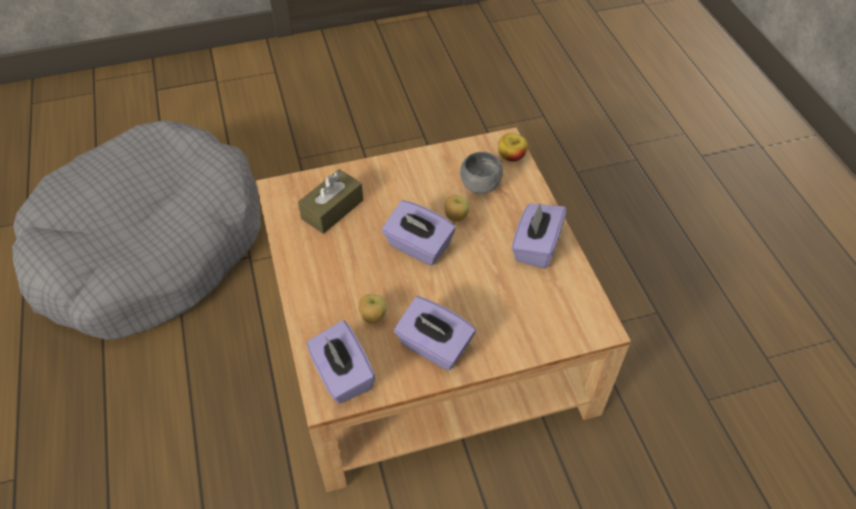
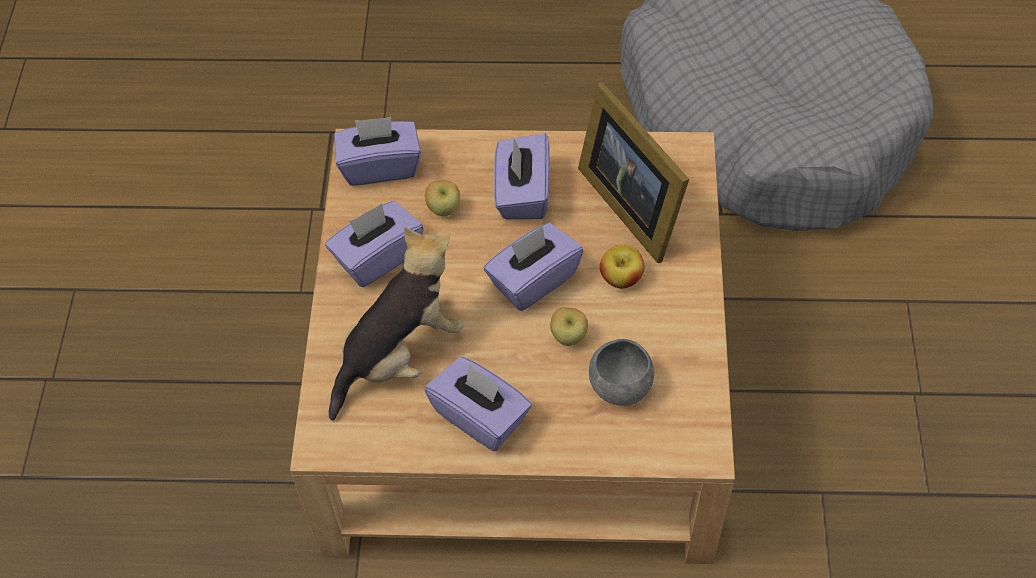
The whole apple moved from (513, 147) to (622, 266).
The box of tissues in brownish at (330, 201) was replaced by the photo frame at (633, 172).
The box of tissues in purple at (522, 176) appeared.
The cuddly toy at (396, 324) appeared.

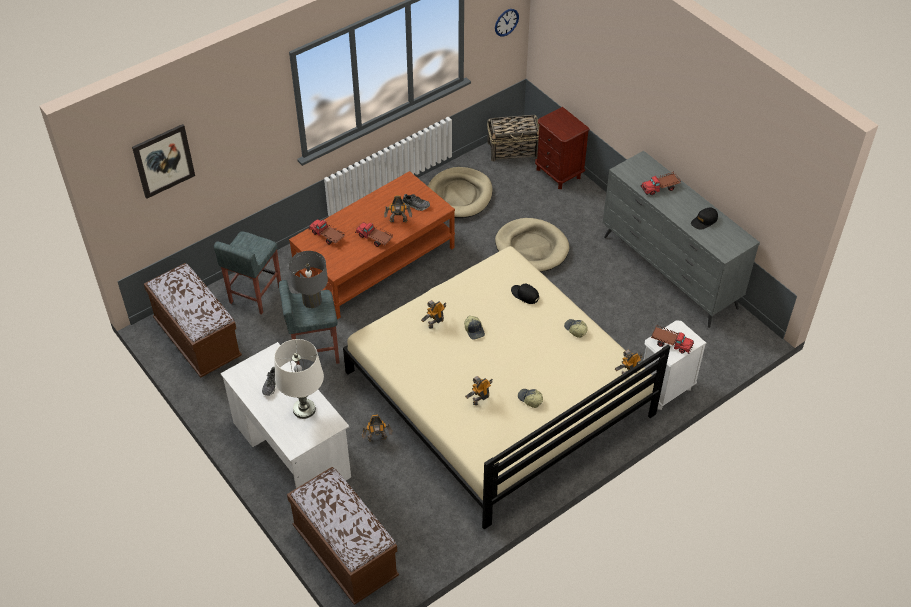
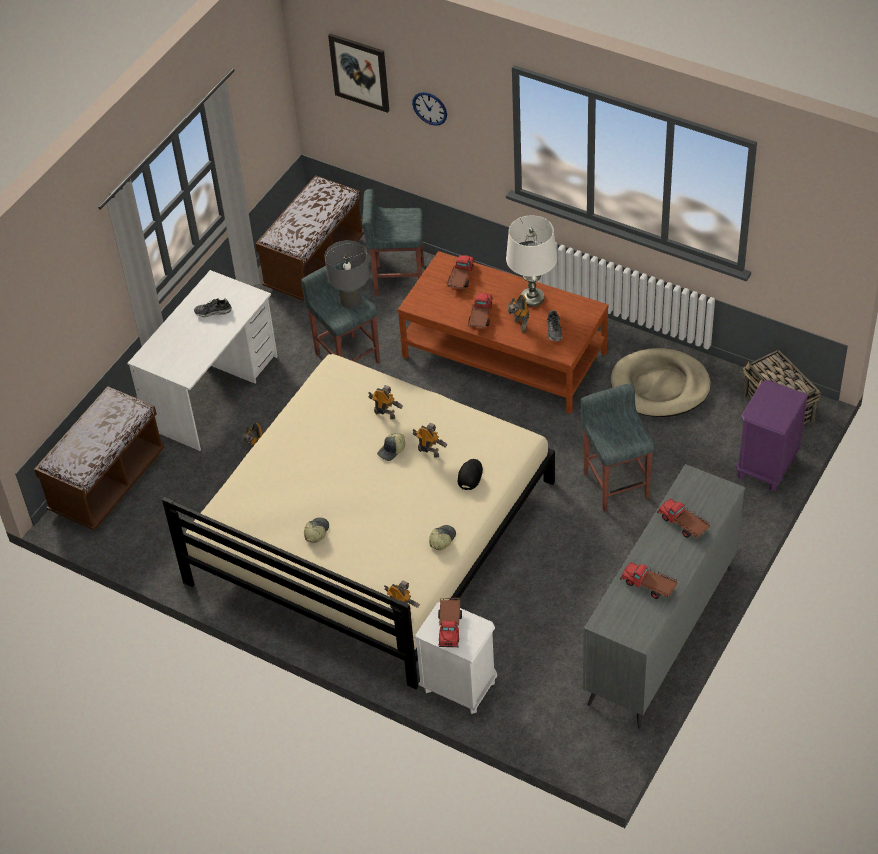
The hanging clock moved from (507, 23) to (429, 109).
The bedside table in brownish at (562, 148) became the bedside table in purple at (772, 436).
The cap in black-coloured at (704, 218) was replaced by the toy truck at (649, 580).
The dog bed in beige at (532, 245) was replaced by the sitting stool in gray at (617, 447).
The table lamp in white moved from (299, 379) to (531, 261).
The model robot moved from (479, 390) to (430, 440).

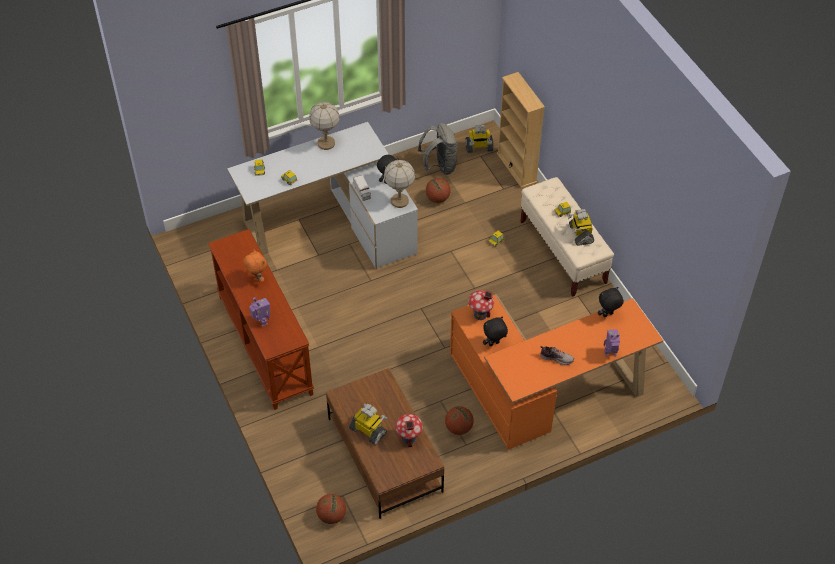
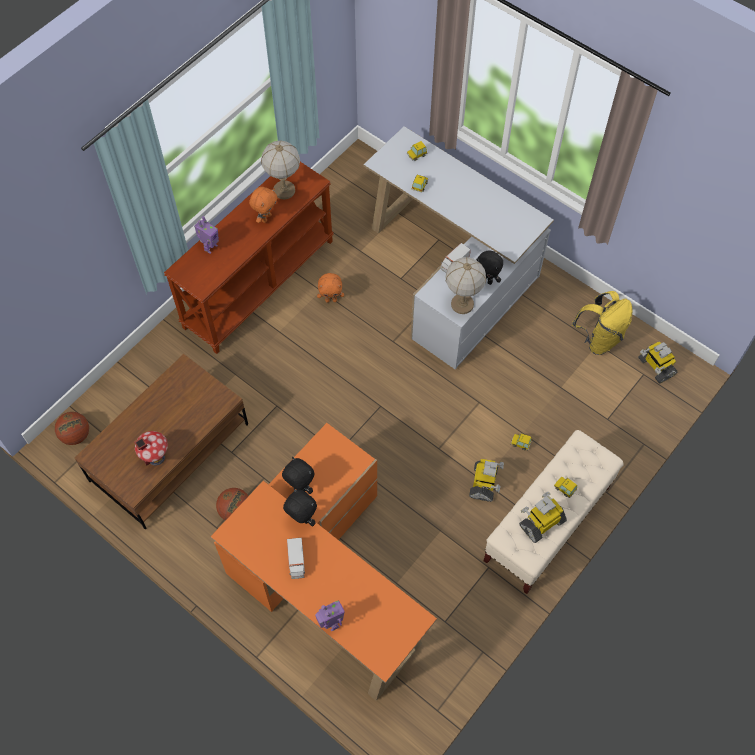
The bookcase in beige at (521, 130) disappeared.
The table lamp moved from (324, 126) to (280, 169).
The knapsack in gray at (438, 149) became the knapsack in yellow at (602, 323).
The basketball at (438, 190) disappeared.
The cuddly toy in black-coloured moved from (610, 302) to (300, 507).
The toy house at (481, 305) disappeared.
The item of footwear at (557, 355) was replaced by the toy truck at (296, 558).
The model robot moved from (368, 424) to (486, 480).
The cuddly toy in orange-coloured at (330, 288) appeared.

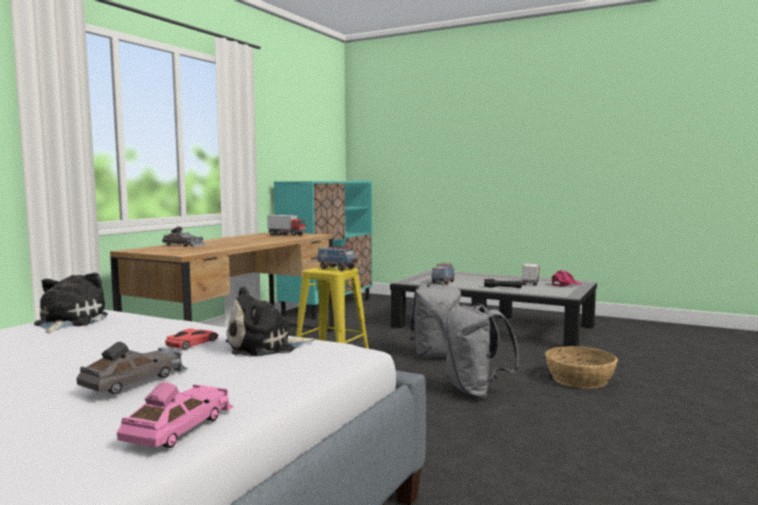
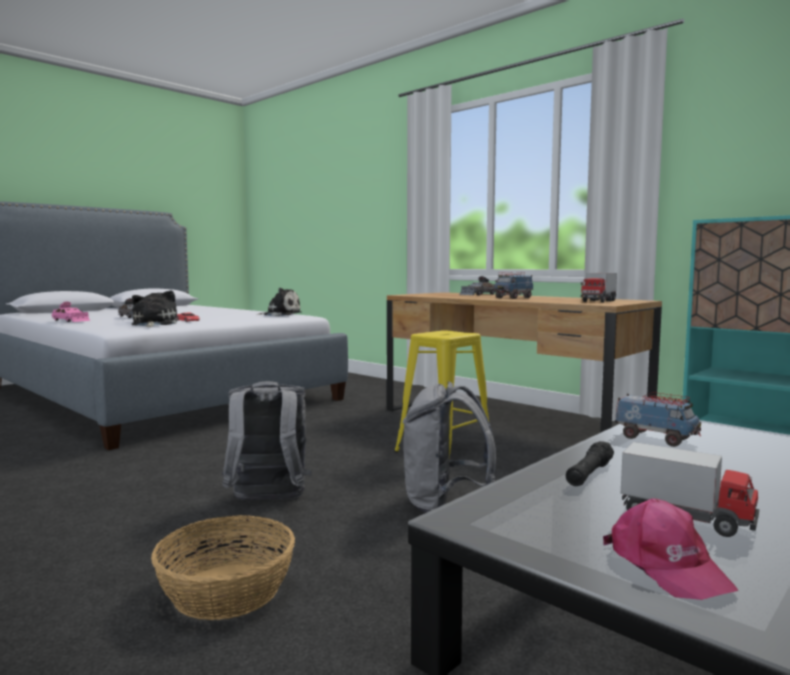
The toy truck moved from (337, 258) to (513, 285).

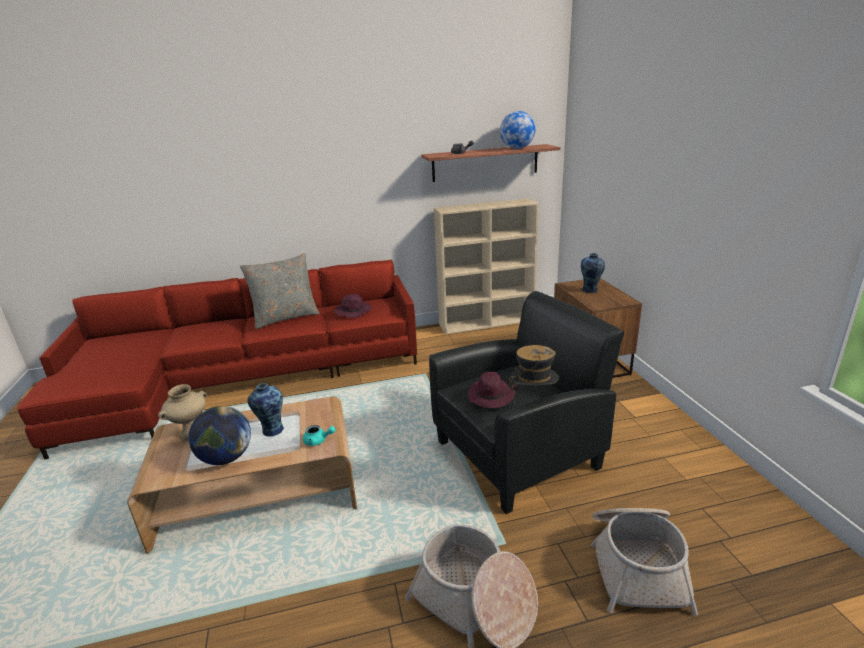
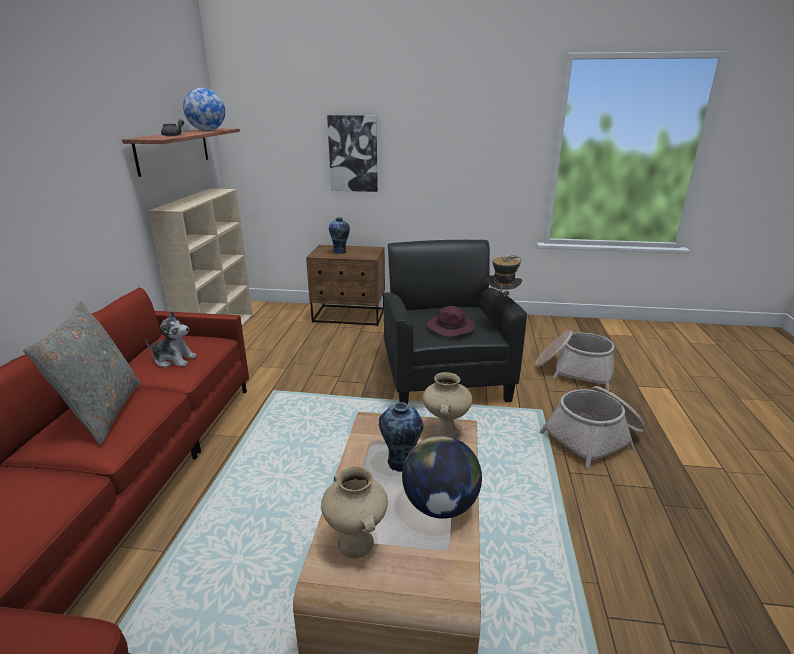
The wearable hat in purple at (353, 306) was replaced by the cuddly toy at (171, 339).
The tea pot in turquoise at (319, 435) was replaced by the flower vase in beige at (447, 405).
The wall art at (352, 153) appeared.

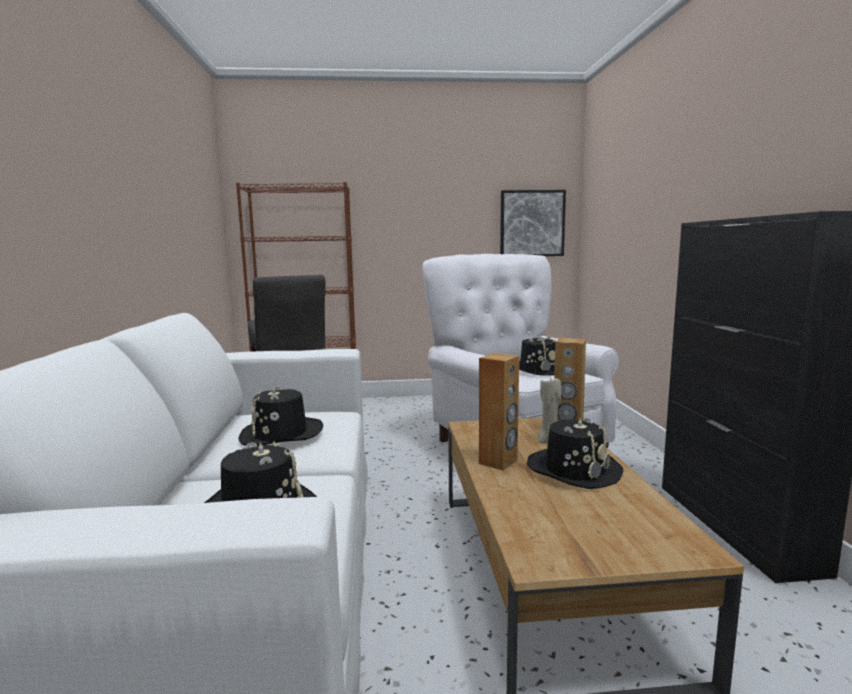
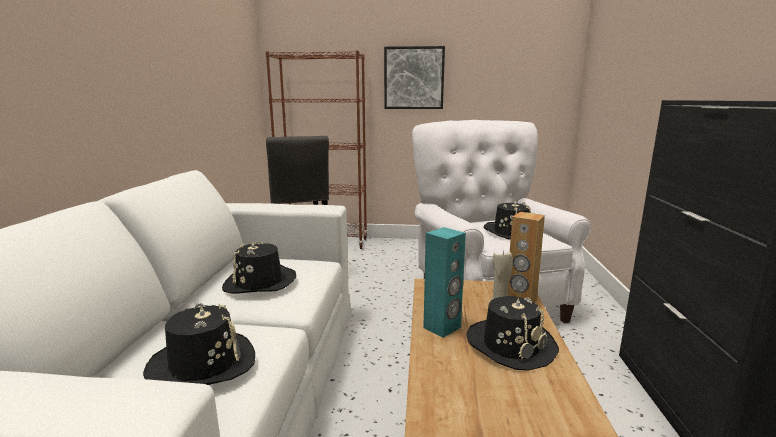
The wall art moved from (533, 223) to (414, 77).
The speaker in brownish at (499, 411) became the speaker in turquoise at (444, 282).

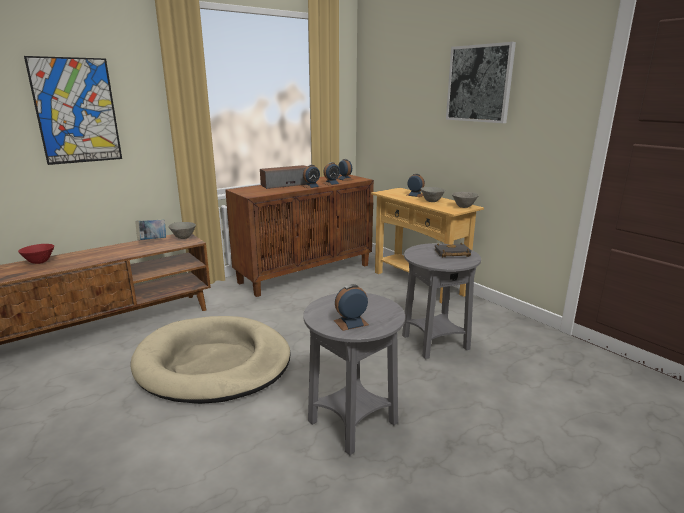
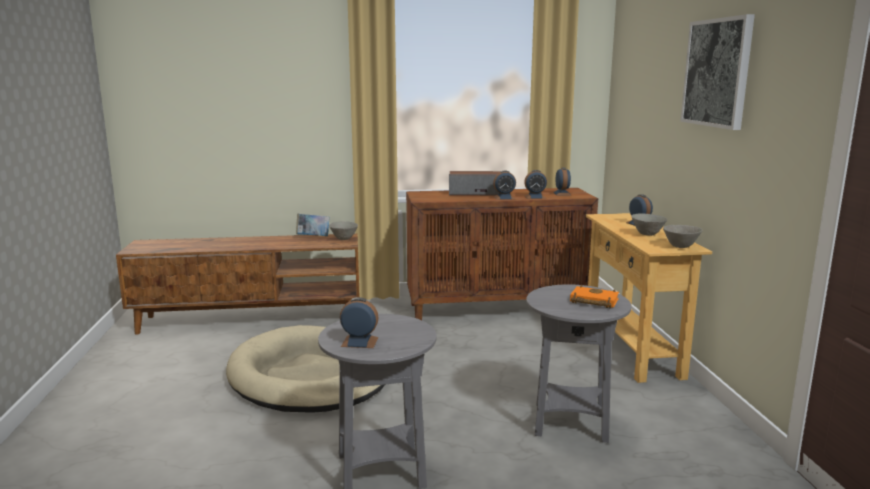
The wall art at (73, 110) disappeared.
The volume in black-coloured at (453, 250) became the volume in orange-coloured at (594, 296).
The deep dish in reddish at (36, 254) disappeared.

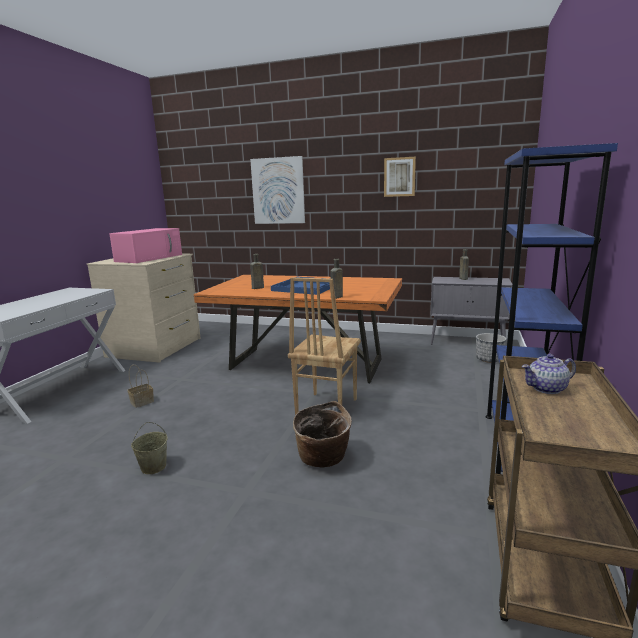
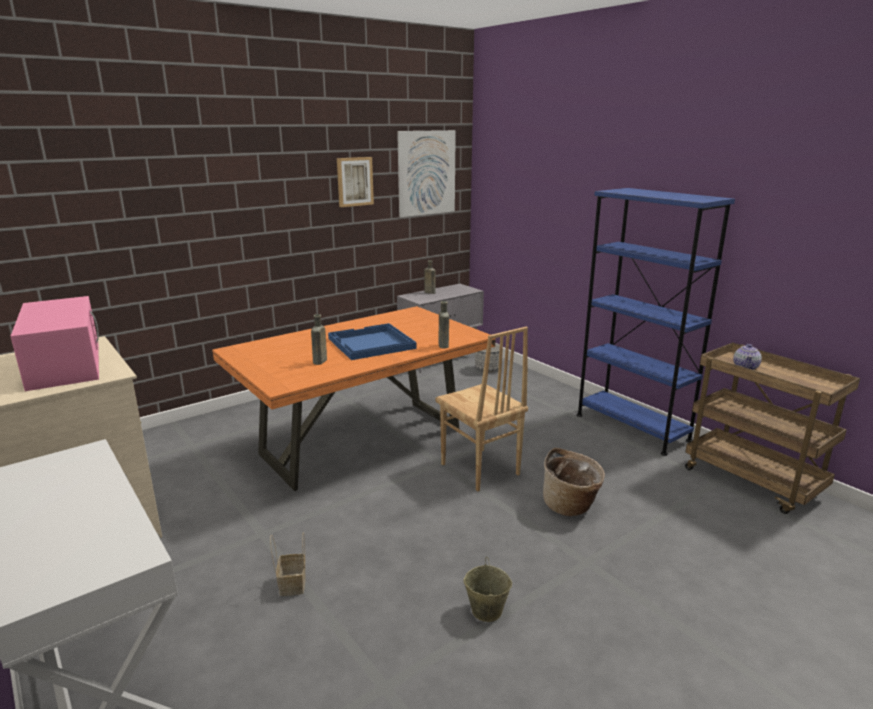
The wall art moved from (277, 190) to (426, 173).

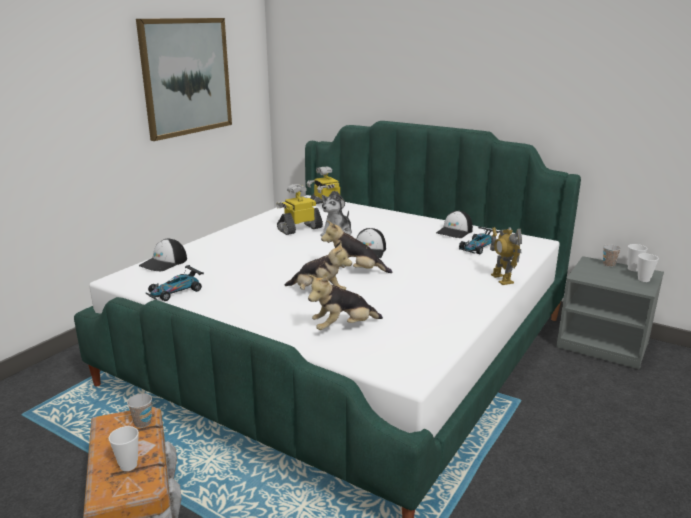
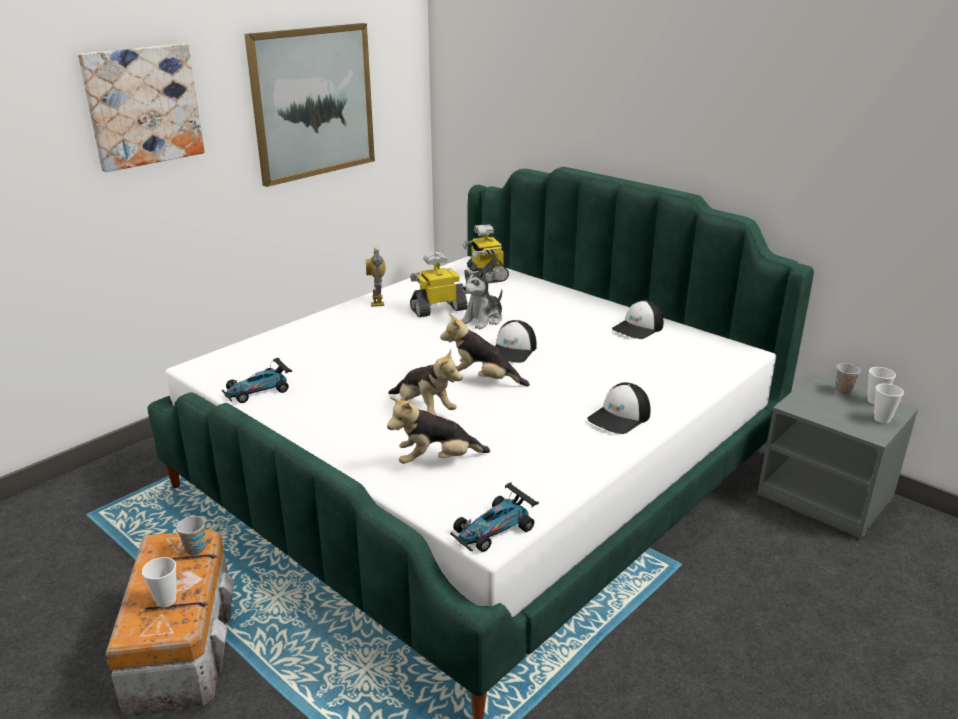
The miniature car moved from (479, 240) to (494, 517).
The model robot moved from (506, 256) to (376, 277).
The cap moved from (163, 255) to (618, 408).
The wall art at (141, 108) appeared.

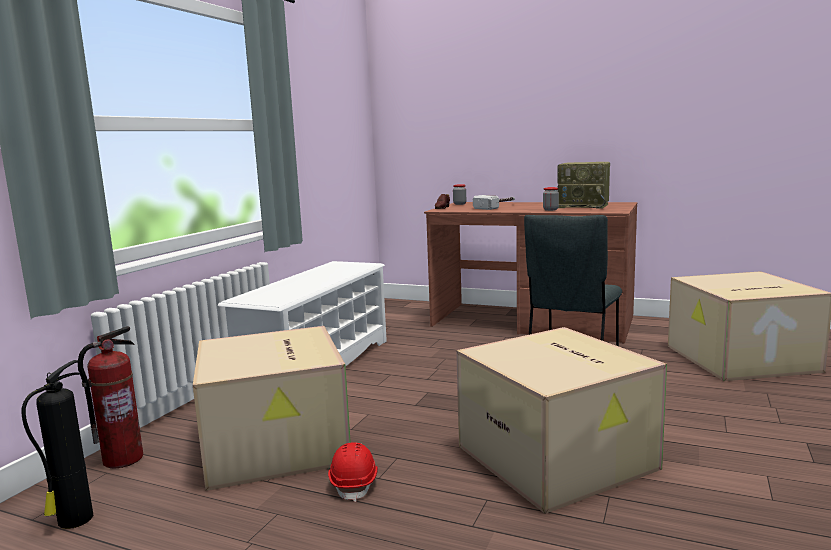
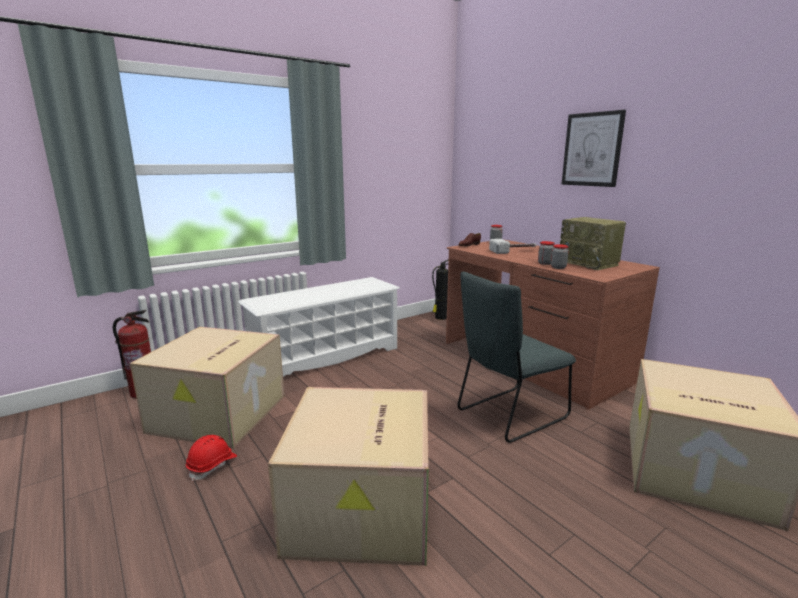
The fire-fighting cylinder moved from (57, 444) to (440, 289).
The wall art at (594, 148) appeared.
The preserve jar at (560, 256) appeared.

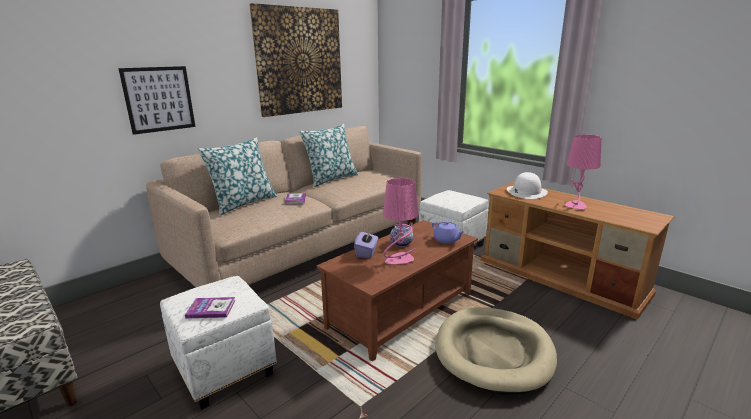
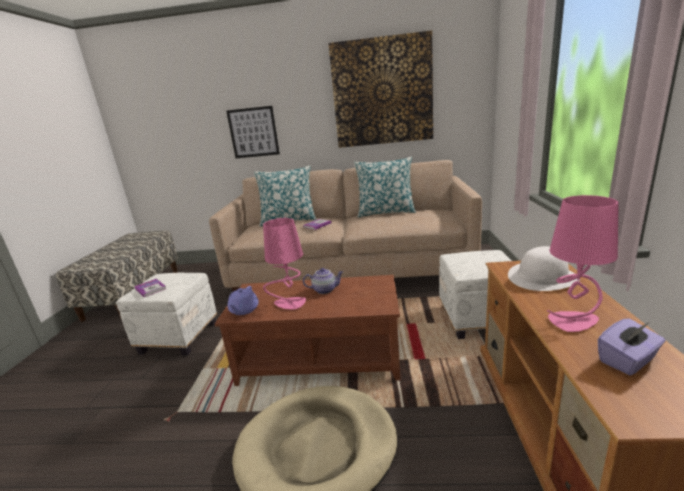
The tea pot in purple moved from (448, 232) to (243, 300).
The box of tissues in purple moved from (366, 244) to (632, 346).

